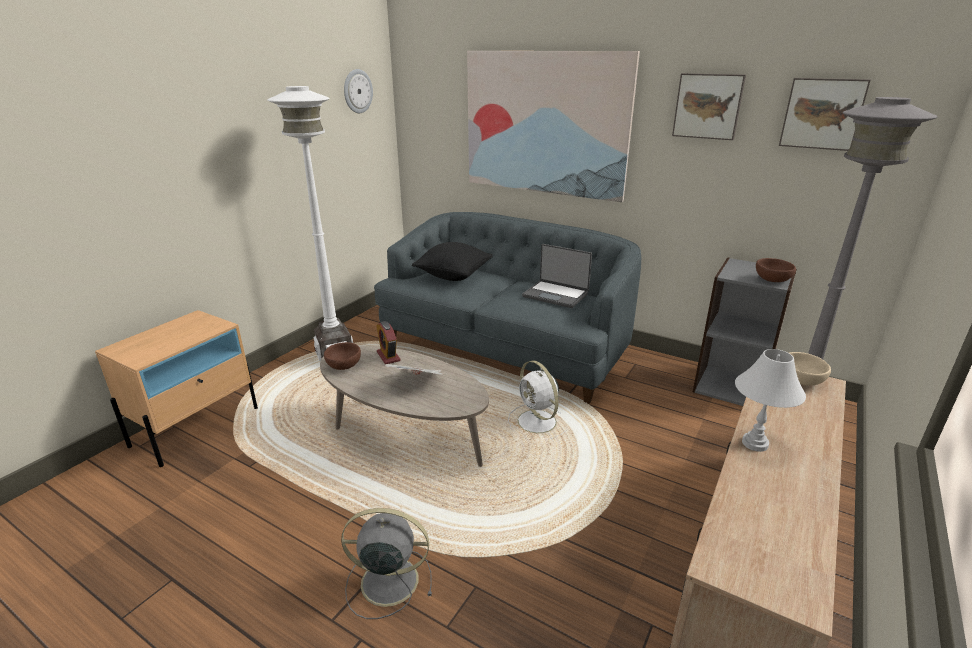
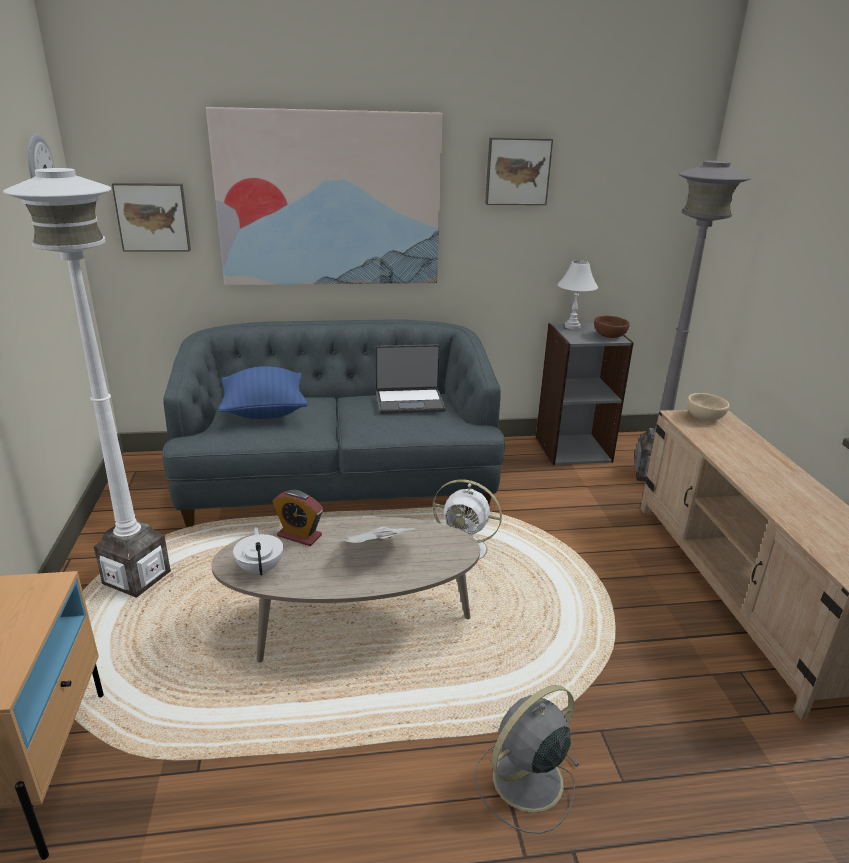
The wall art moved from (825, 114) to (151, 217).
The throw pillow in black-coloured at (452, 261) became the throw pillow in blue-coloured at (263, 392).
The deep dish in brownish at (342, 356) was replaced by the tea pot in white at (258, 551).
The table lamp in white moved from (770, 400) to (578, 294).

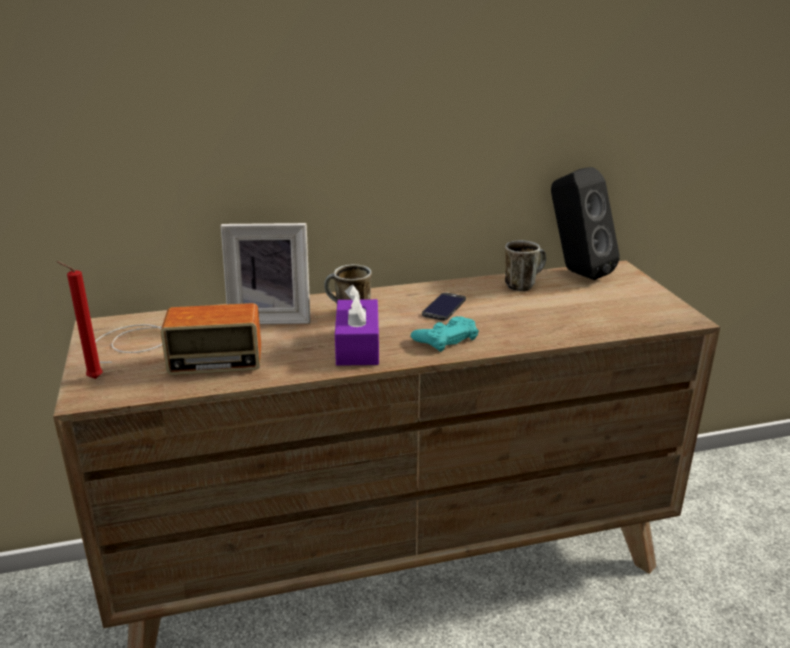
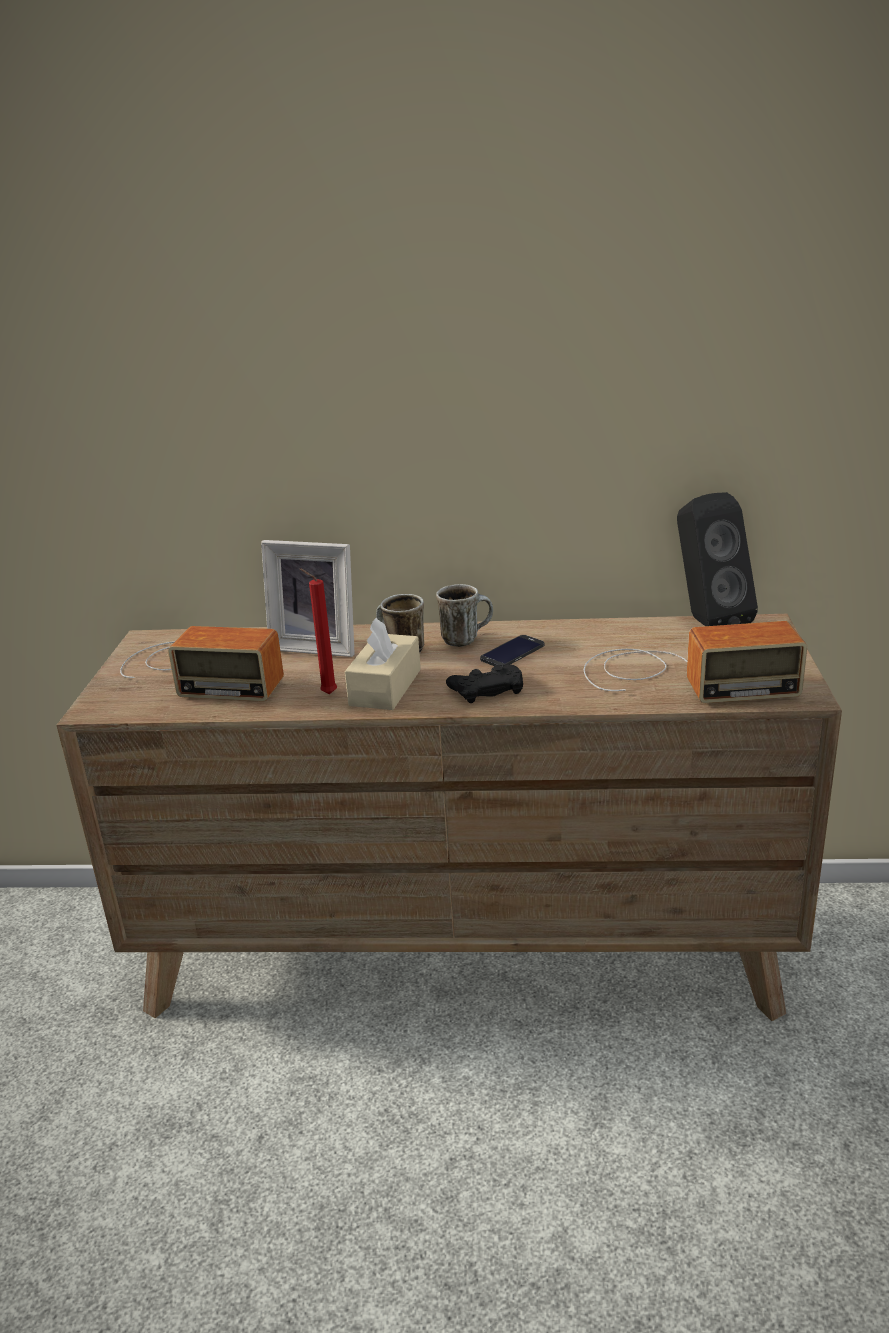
The mug moved from (525, 265) to (464, 615).
The candle in reddish moved from (79, 320) to (318, 631).
The box of tissues in purple at (357, 325) became the box of tissues in beige at (383, 664).
The joypad in turquoise at (445, 334) became the joypad in black-coloured at (484, 683).
The radio receiver at (695, 662) appeared.

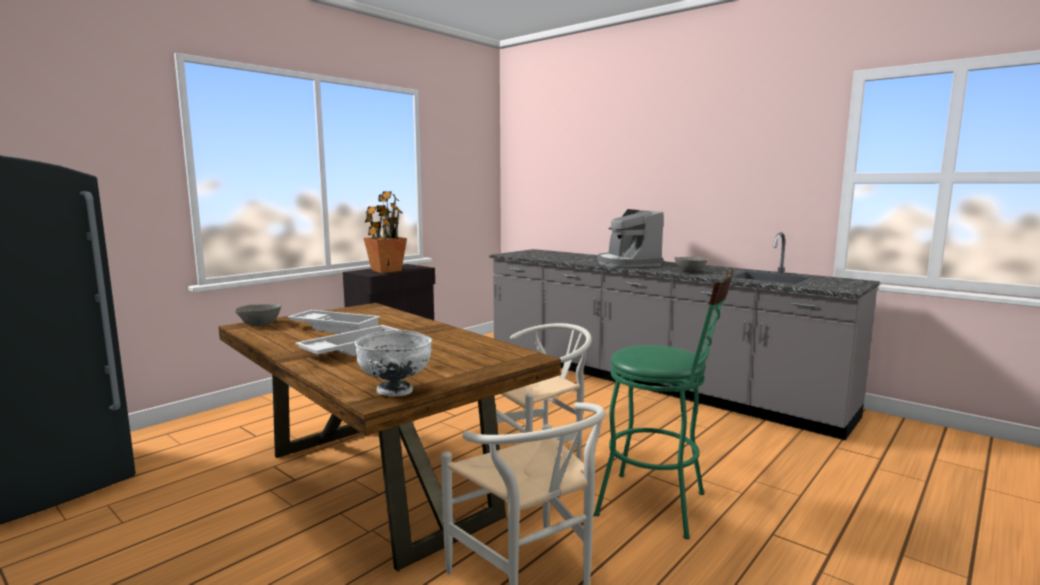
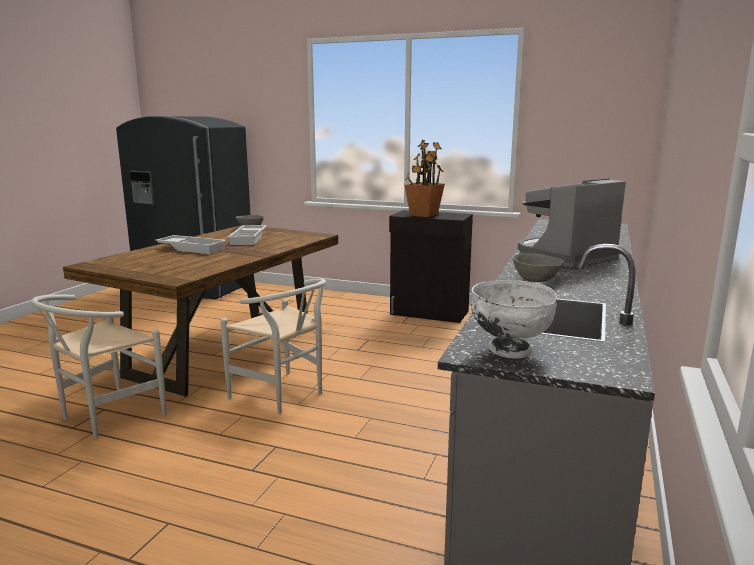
The sitting stool in green at (664, 403) disappeared.
The deep dish in white moved from (393, 363) to (514, 319).

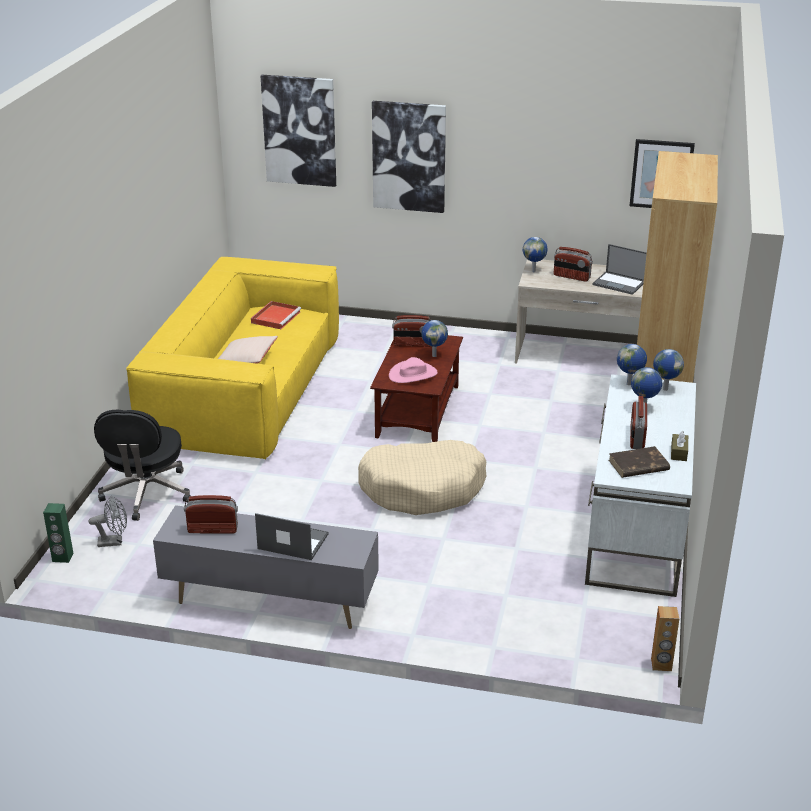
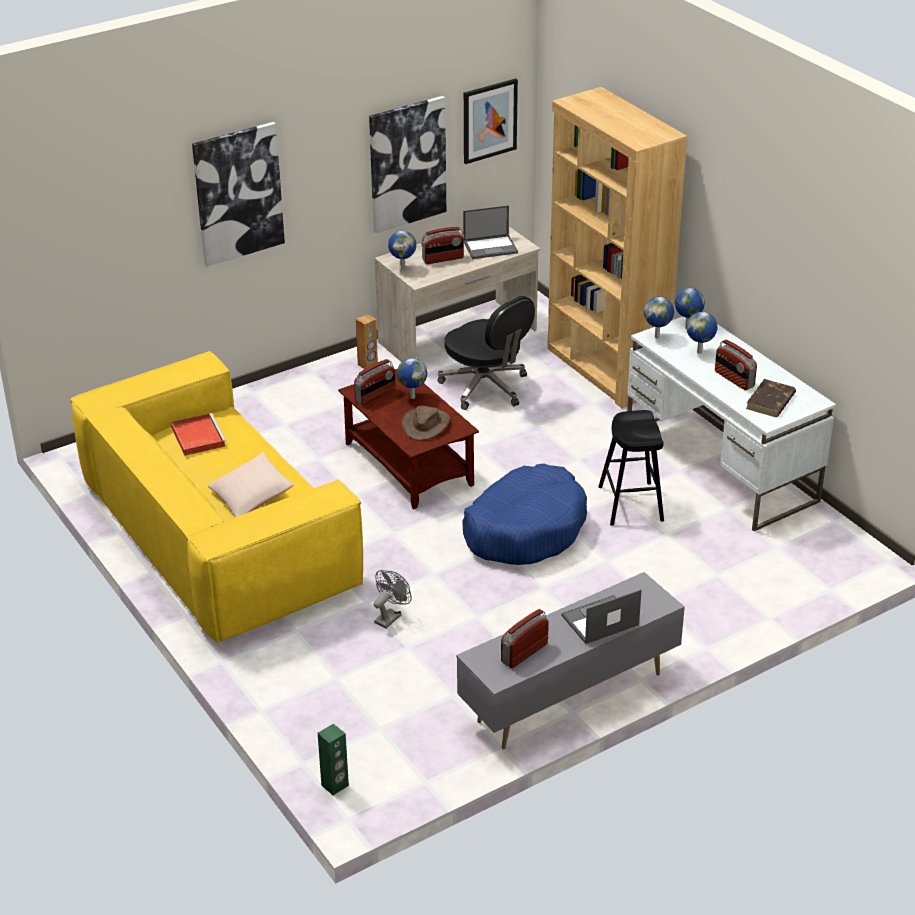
The wall art moved from (298, 131) to (407, 164).
The wearable hat in pink-coloured at (413, 370) became the wearable hat in brownish at (426, 423).
The computer chair in black-coloured moved from (142, 465) to (486, 353).
The box of tissues in brownish at (679, 446) disappeared.
The dog bed in beige at (422, 477) became the dog bed in blue-coloured at (524, 514).
The electric fan in gray moved from (108, 521) to (393, 599).
The speaker in brownish moved from (665, 638) to (367, 341).
The sitting stool in black-coloured at (631, 468) appeared.

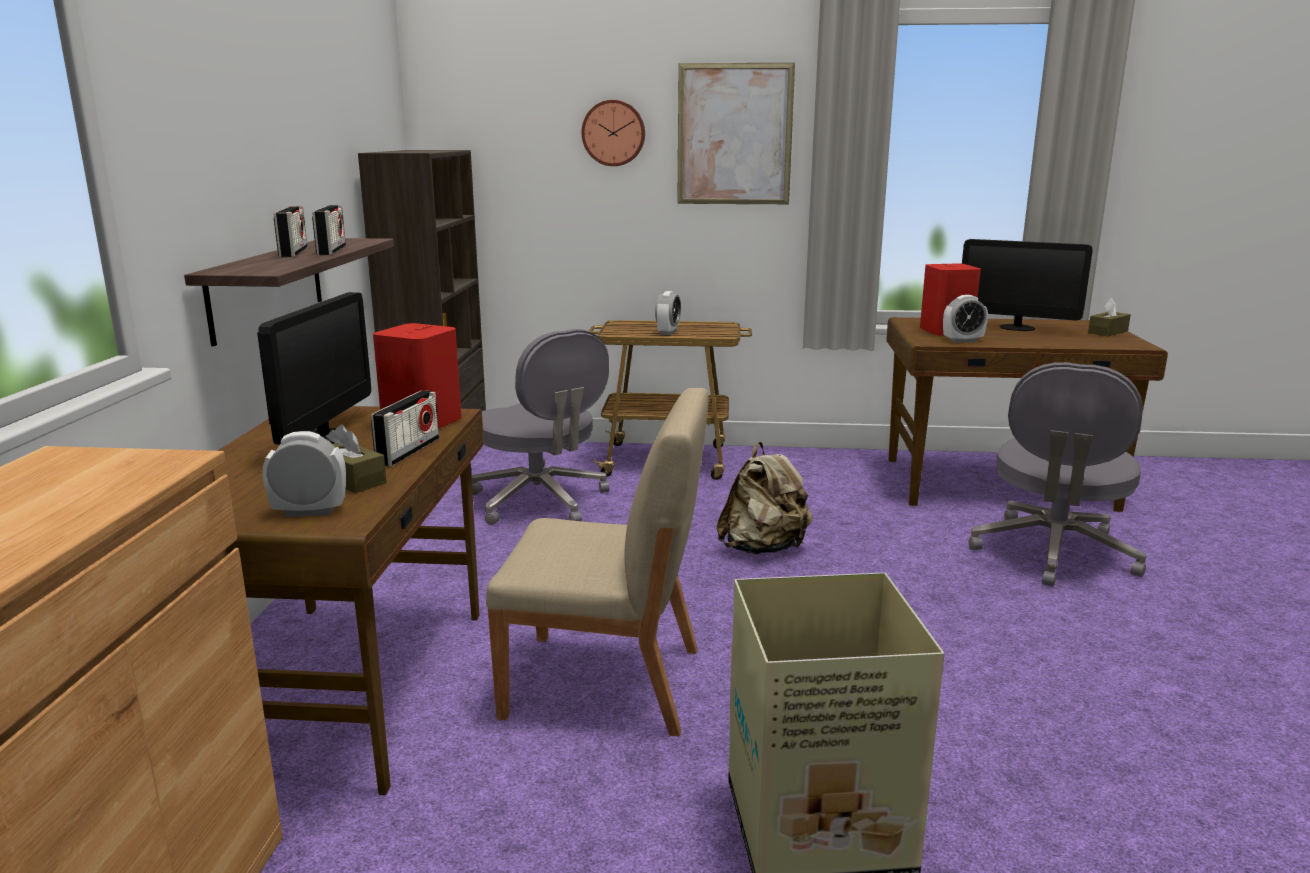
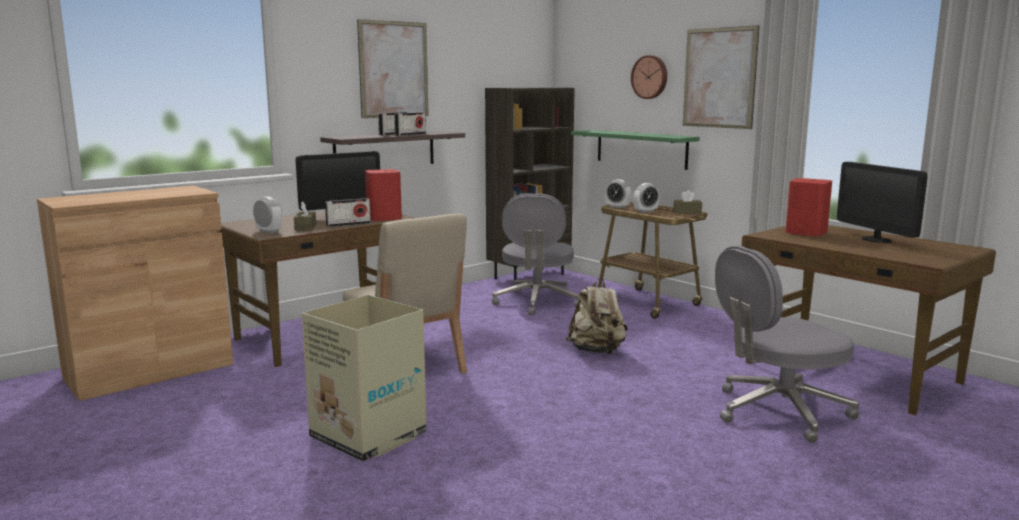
The table clock moved from (965, 319) to (618, 193).
The box of tissues in brownish moved from (1109, 317) to (687, 202).
The wall art at (393, 68) appeared.
The shelf in green at (635, 150) appeared.

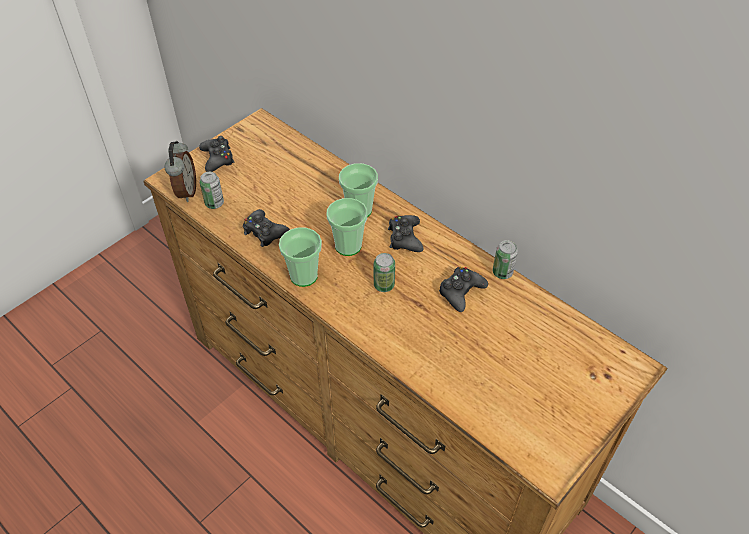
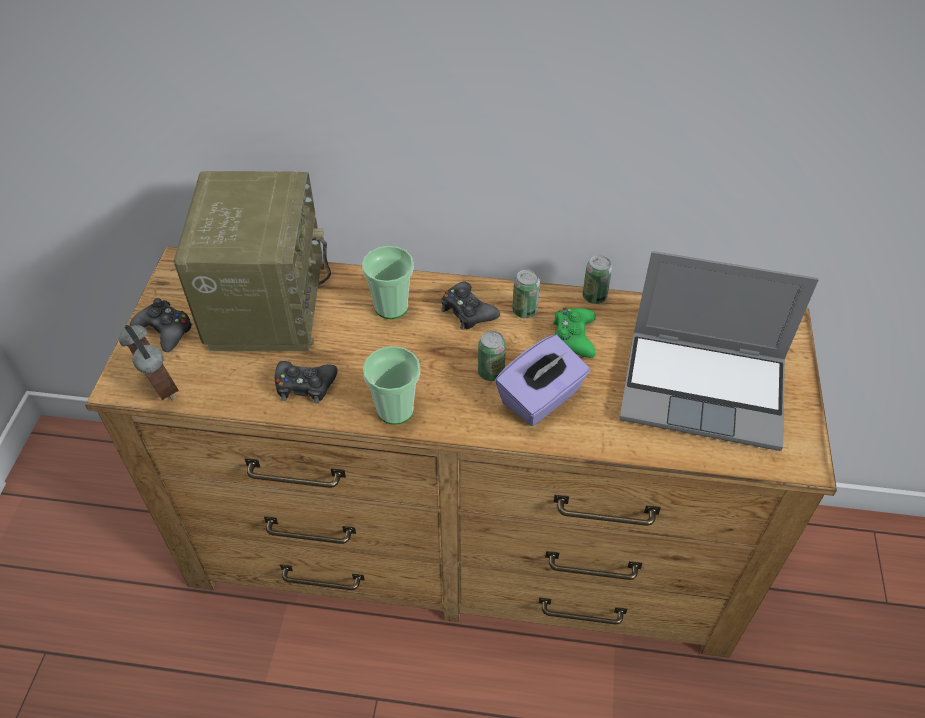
The sealed can moved from (211, 190) to (526, 293).
The drinking cup at (346, 227) disappeared.
The joypad in black-coloured at (463, 289) became the joypad in green at (574, 333).
The radio receiver at (252, 261) appeared.
The laptop at (719, 351) appeared.
The box of tissues in purple at (542, 380) appeared.

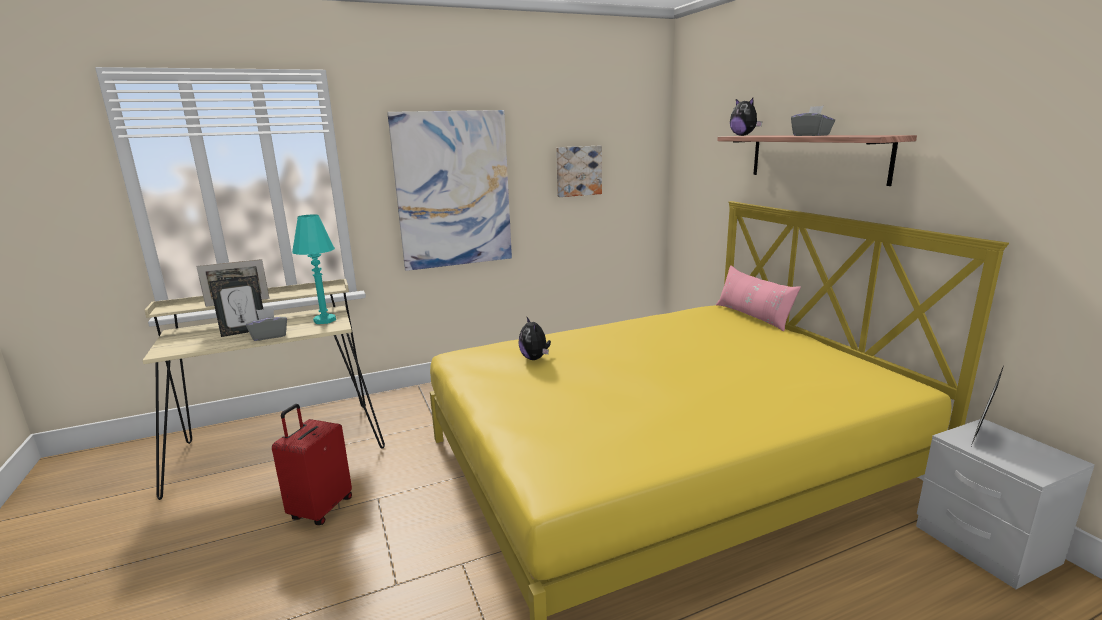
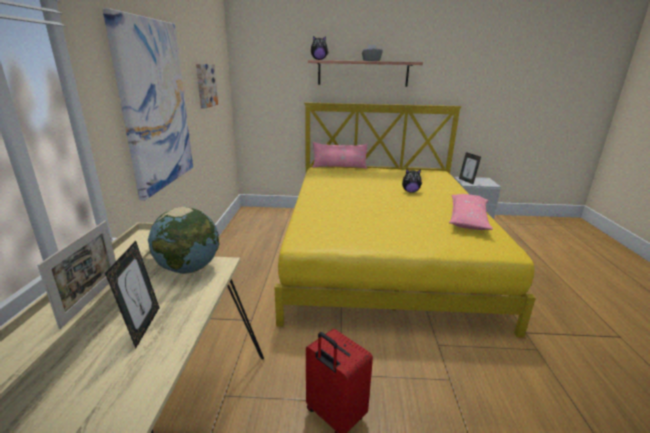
The table lamp in turquoise at (314, 269) was replaced by the globe at (184, 240).
The box of tissues in gray at (266, 324) disappeared.
The cuddly toy moved from (534, 338) to (412, 181).
The throw pillow in pink-coloured at (471, 212) appeared.

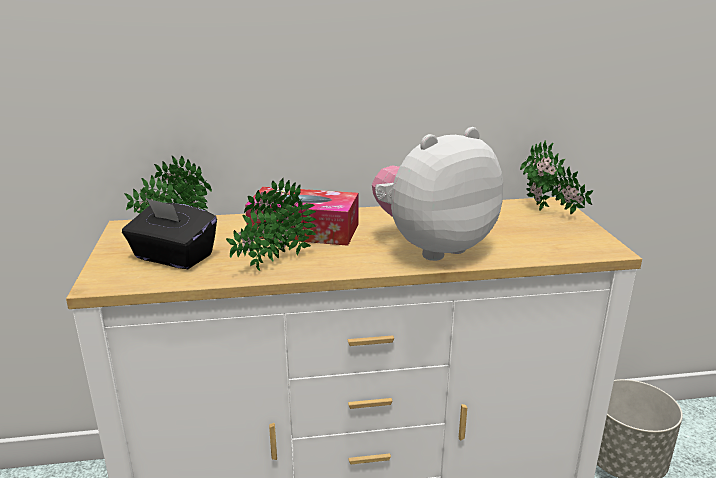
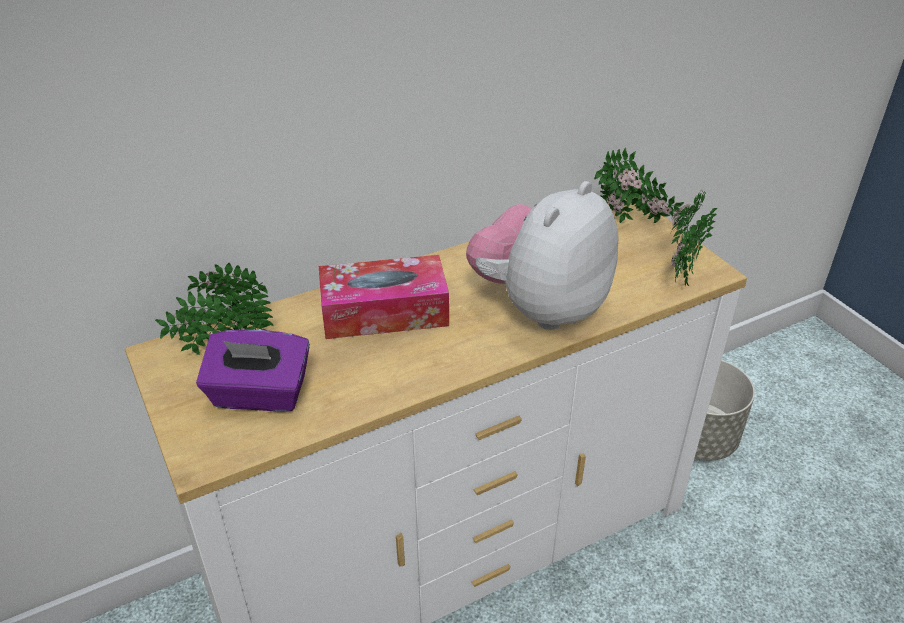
The houseplant moved from (271, 224) to (694, 239).
The box of tissues in black-coloured at (169, 233) became the box of tissues in purple at (253, 371).

